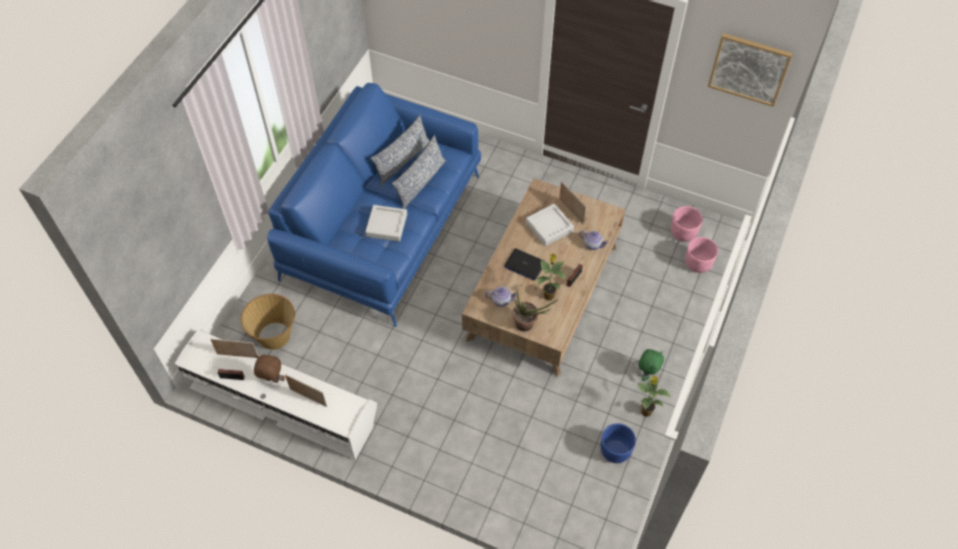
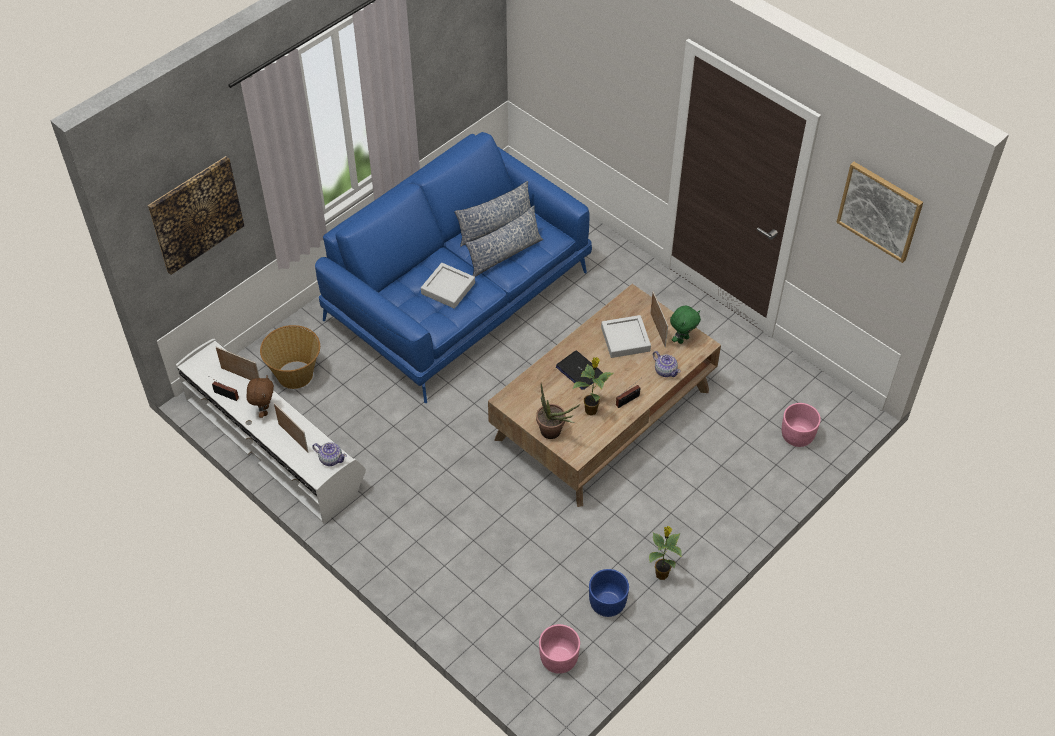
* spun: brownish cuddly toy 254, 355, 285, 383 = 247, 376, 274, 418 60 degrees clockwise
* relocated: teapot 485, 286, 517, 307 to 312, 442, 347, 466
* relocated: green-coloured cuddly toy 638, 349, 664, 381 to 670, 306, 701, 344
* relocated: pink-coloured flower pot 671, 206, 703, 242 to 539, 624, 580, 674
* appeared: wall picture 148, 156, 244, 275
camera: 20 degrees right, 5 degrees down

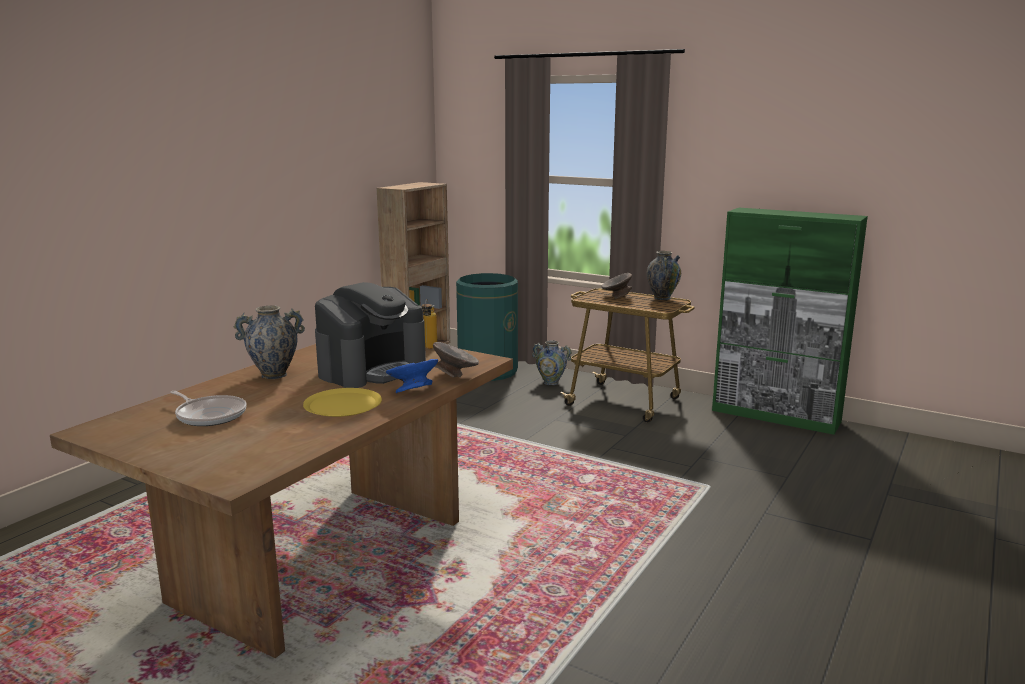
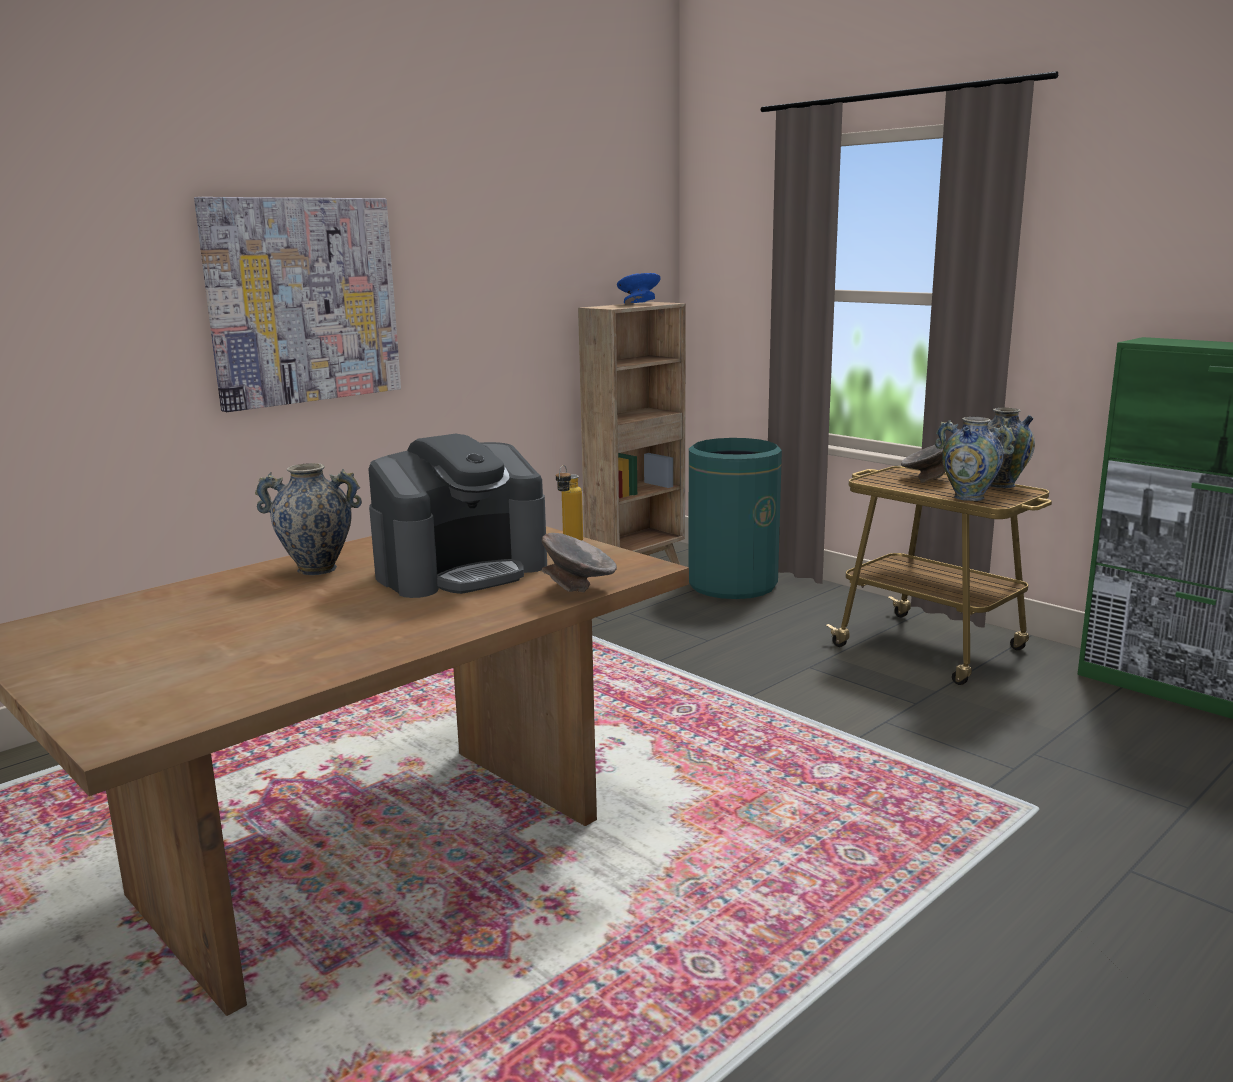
* missing: frying pan 170, 391, 247, 426
* missing: yellowish flat dish 303, 388, 382, 417
* relocated: bluish deep dish 386, 359, 438, 393 to 617, 273, 661, 304
* relocated: decorative vase 532, 341, 572, 385 to 935, 417, 1016, 501
* appeared: wall picture 194, 197, 401, 412
camera: 15 degrees right, 0 degrees up

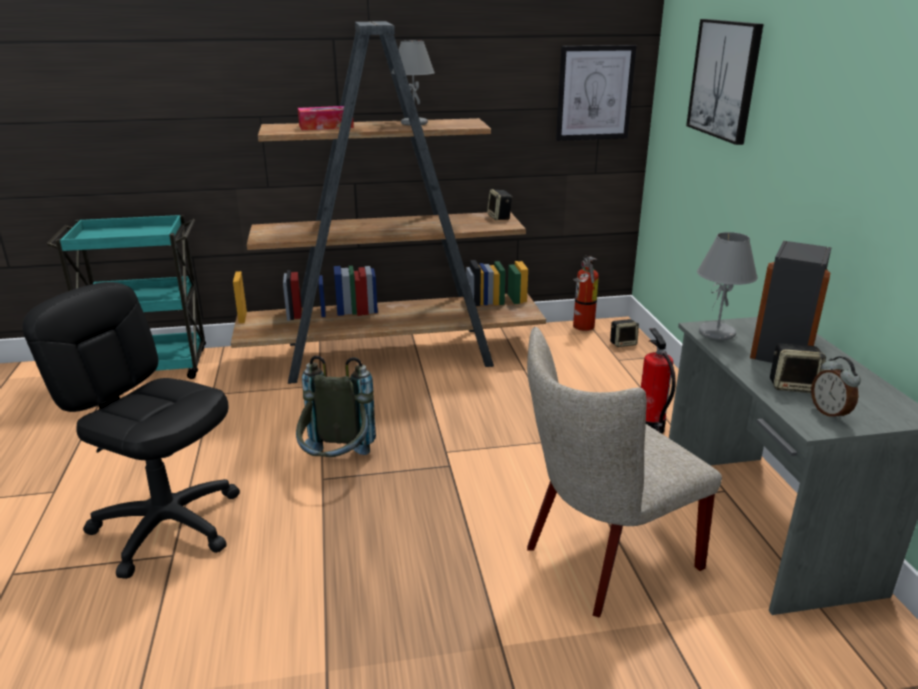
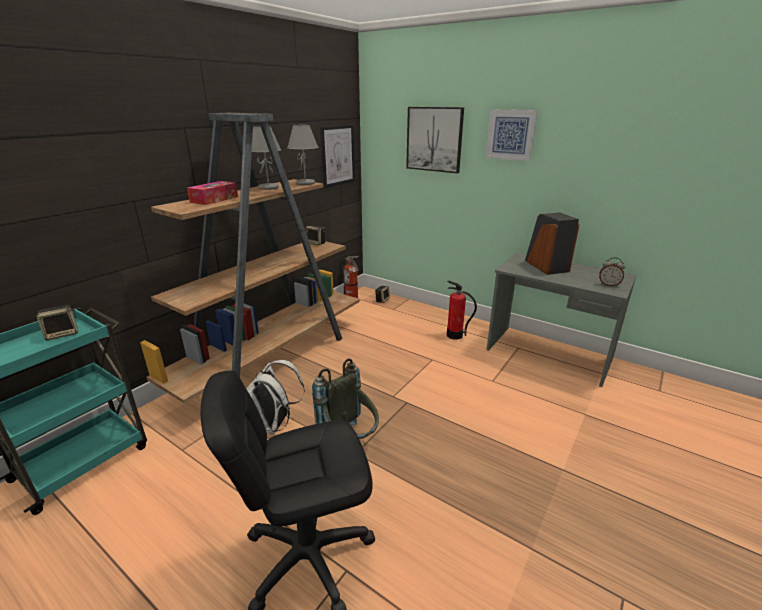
* missing: sand-coloured plain chair 527, 327, 722, 618
* relocated: greyish lamp for a table 697, 232, 758, 340 to 287, 125, 319, 185
* relocated: loudspeaker 770, 343, 826, 393 to 36, 305, 78, 340
* appeared: whitish backpack 246, 360, 305, 434
* appeared: wall picture 485, 109, 538, 161
camera: 45 degrees left, 0 degrees up

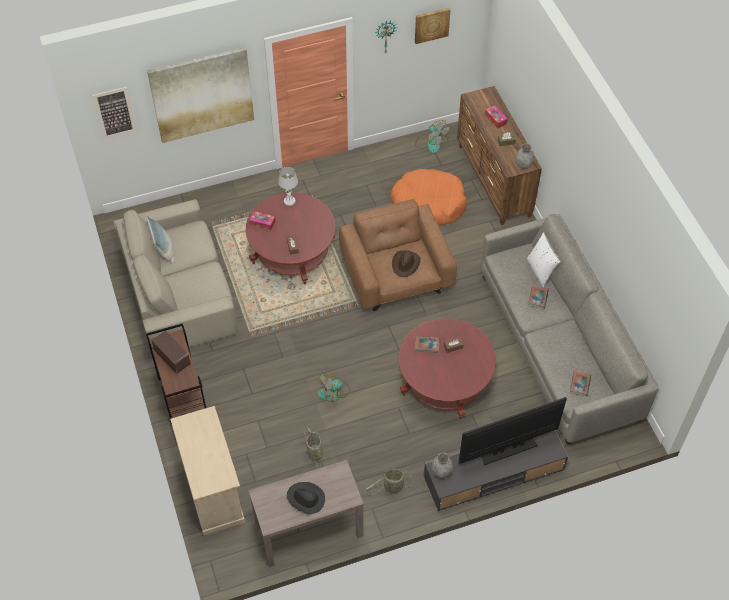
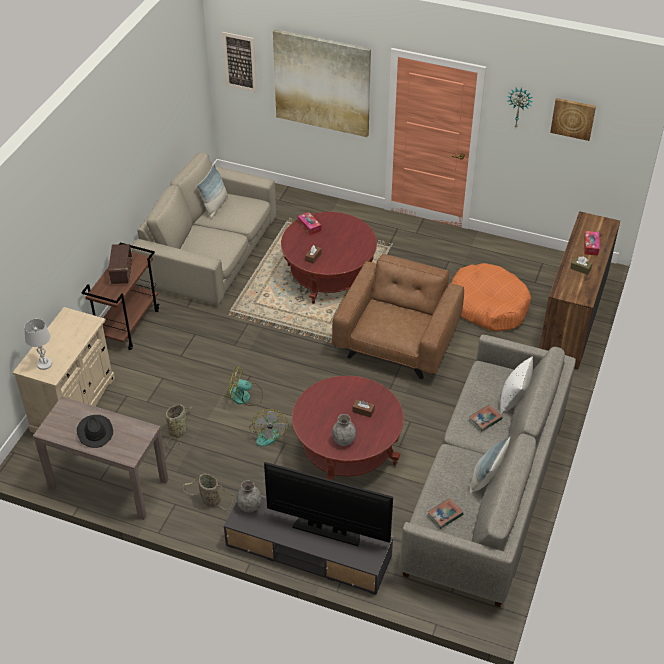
* relocated: whitish lamp for a table 278, 167, 298, 206 to 24, 319, 52, 370
* missing: brownish hat 392, 250, 421, 277
* relocated: fan 415, 120, 450, 153 to 249, 409, 288, 447
* missing: volume 415, 336, 439, 353
* relocated: greyish decorative vase 515, 143, 534, 169 to 332, 414, 356, 446
* appeared: throw pillow 469, 436, 510, 494
camera: 40 degrees right, 10 degrees down

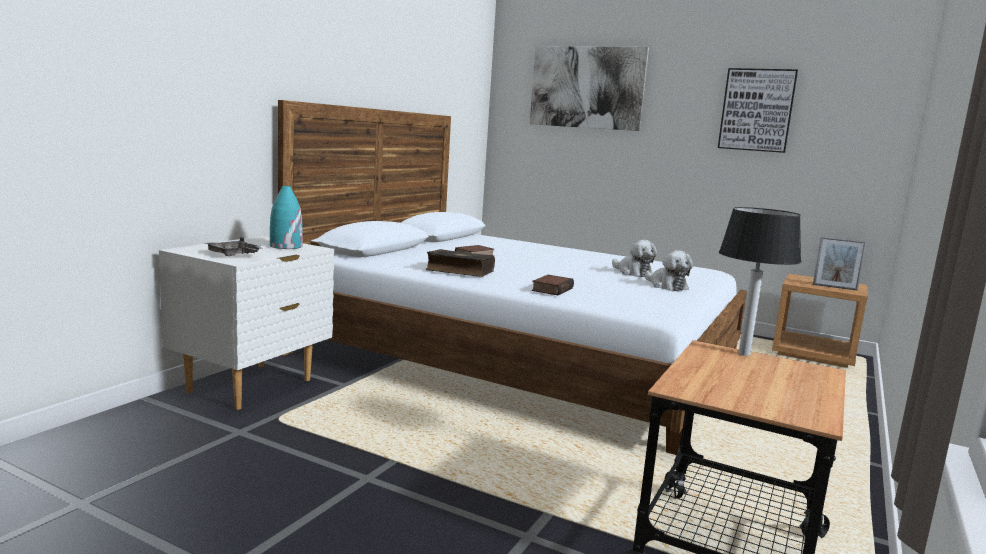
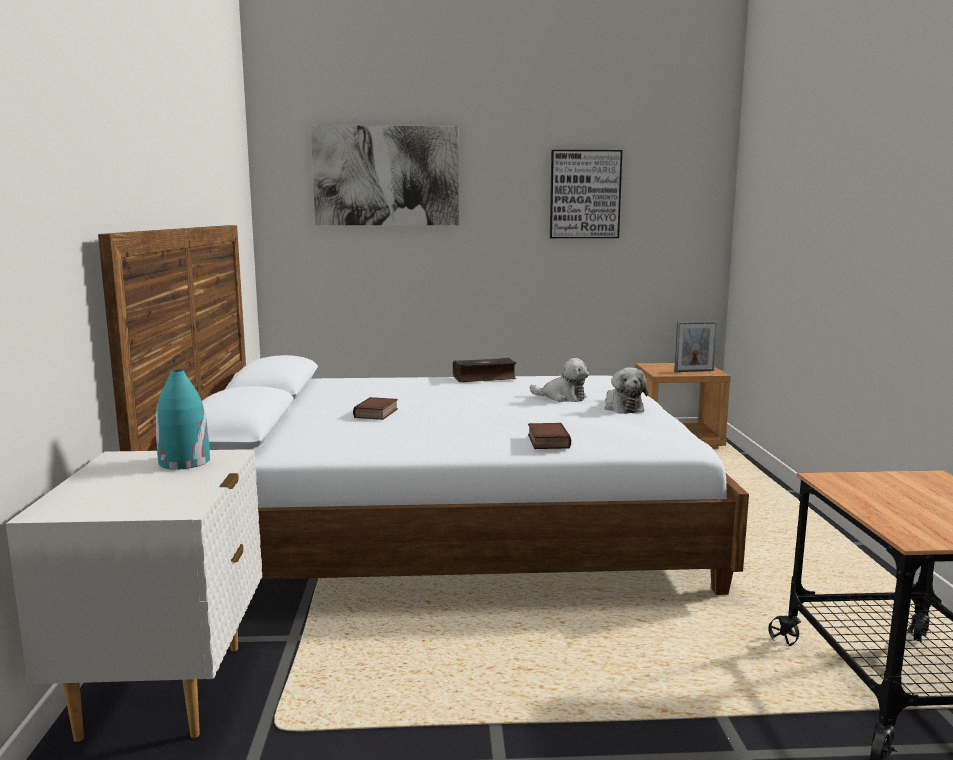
* missing: greyish serving tray 205, 237, 263, 256
* relocated: volume 426, 249, 495, 277 to 453, 358, 516, 382
* spun: cuddly toy 645, 250, 693, 291 = 605, 367, 648, 414 45 degrees clockwise
* missing: lamp for a table 719, 207, 801, 356
camera: 30 degrees left, 0 degrees up

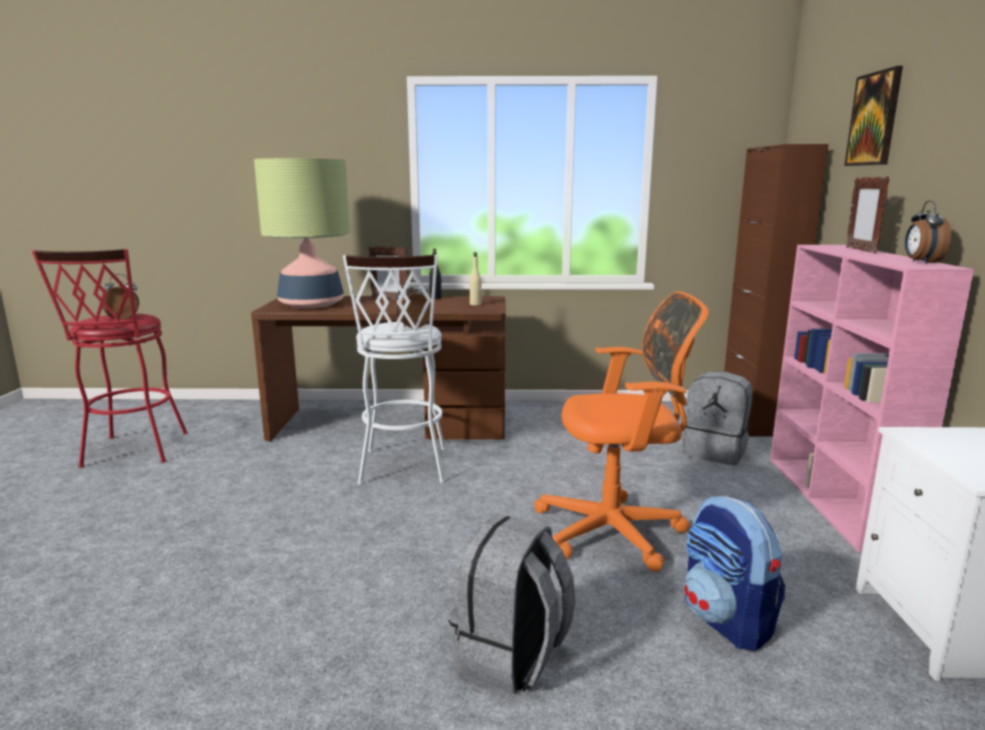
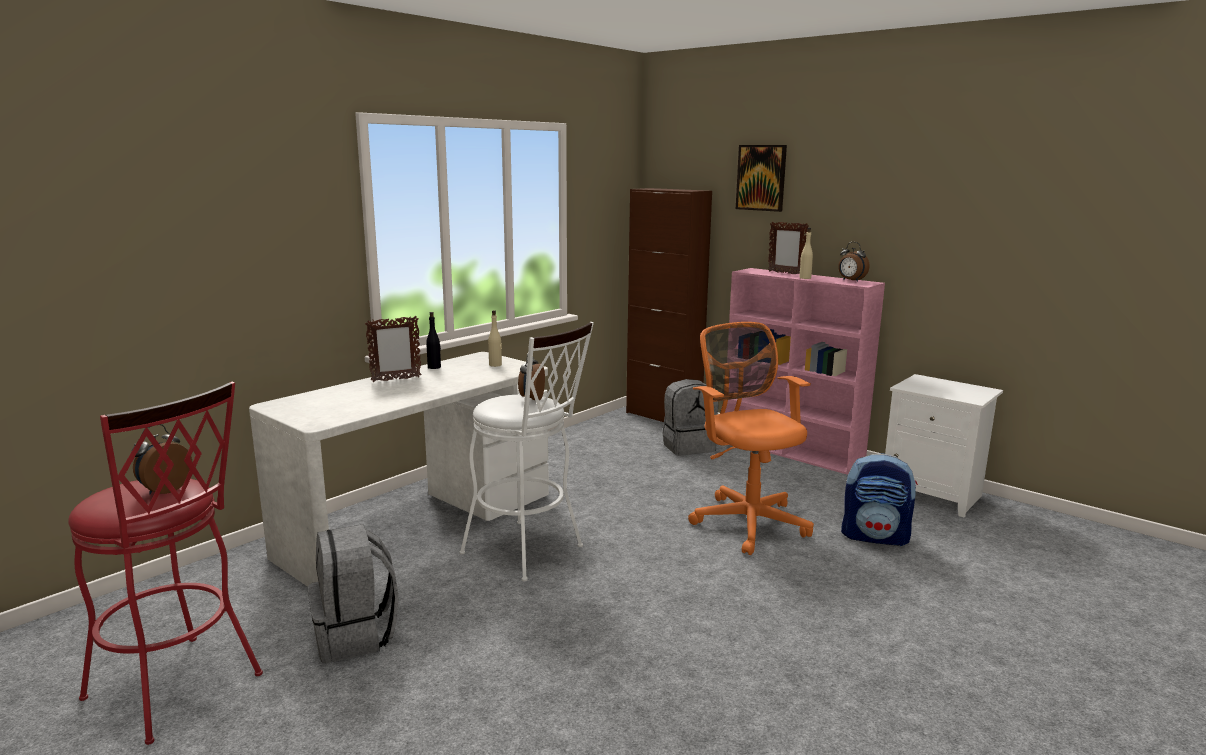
* colour: brownish desk table 251, 296, 506, 442 to whitish desk table 249, 352, 549, 587
* missing: lamp for a table 254, 158, 350, 309
* relocated: greyish backpack 448, 514, 576, 694 to 308, 524, 399, 663
* spun: orange-coloured office chair 534, 291, 709, 571 = 688, 322, 814, 555 60 degrees counterclockwise
* appeared: sand-coloured drink bottle 799, 228, 813, 279
camera: 50 degrees left, 0 degrees up

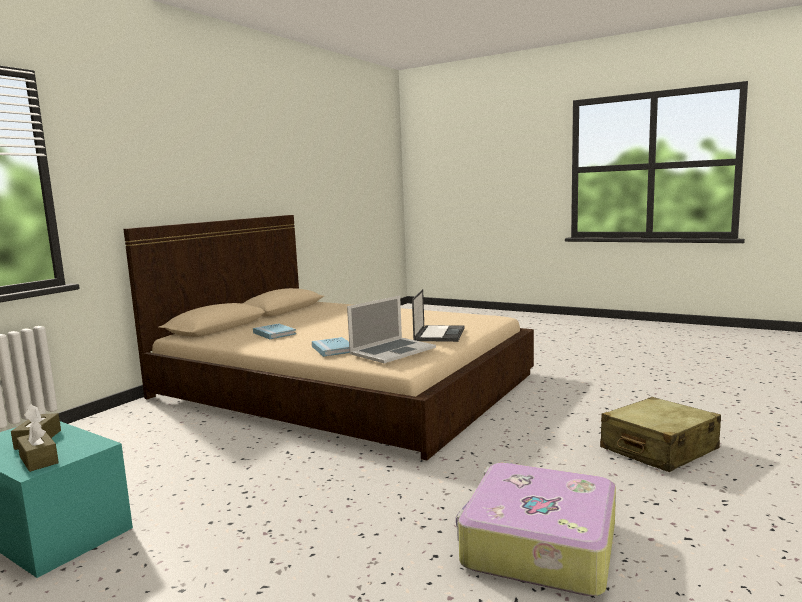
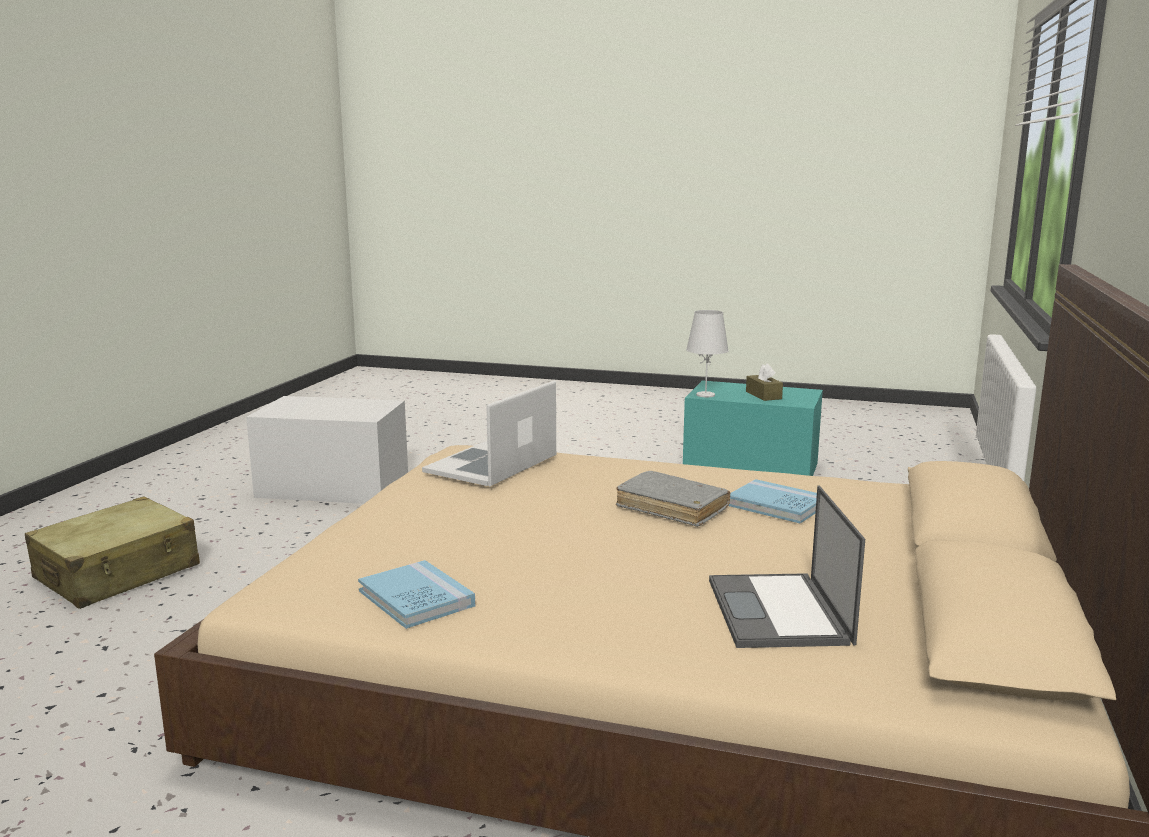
* missing: brownish tissue box 17, 421, 59, 472
* relocated: bluish volume 312, 337, 350, 357 to 358, 560, 475, 629
* relocated: laptop 412, 289, 465, 342 to 709, 485, 865, 648
* exchanged: suitcase 456, 463, 616, 596 to whitish storage bin 246, 396, 408, 504
* appeared: greyish volume 616, 471, 730, 527
* appeared: whitish lamp for a table 686, 310, 729, 397
camera: 165 degrees right, 5 degrees up

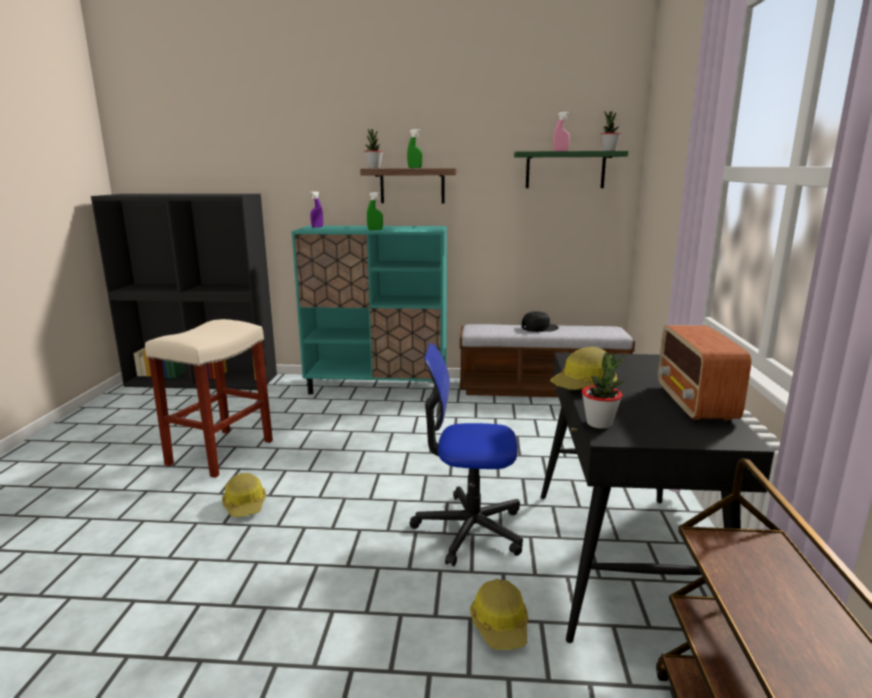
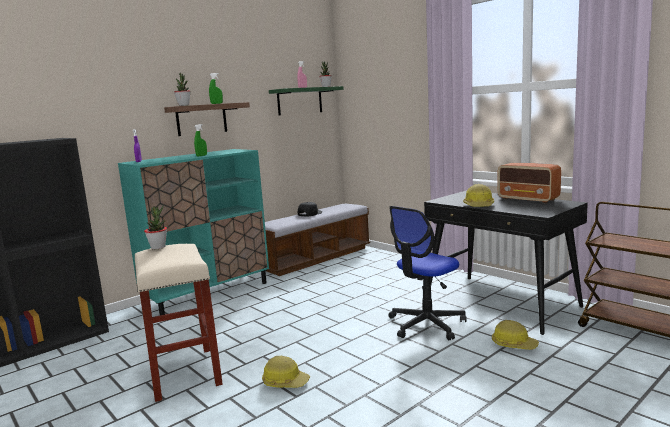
* relocated: potted plant 582, 352, 625, 429 to 144, 205, 167, 249
camera: 45 degrees left, 5 degrees down

